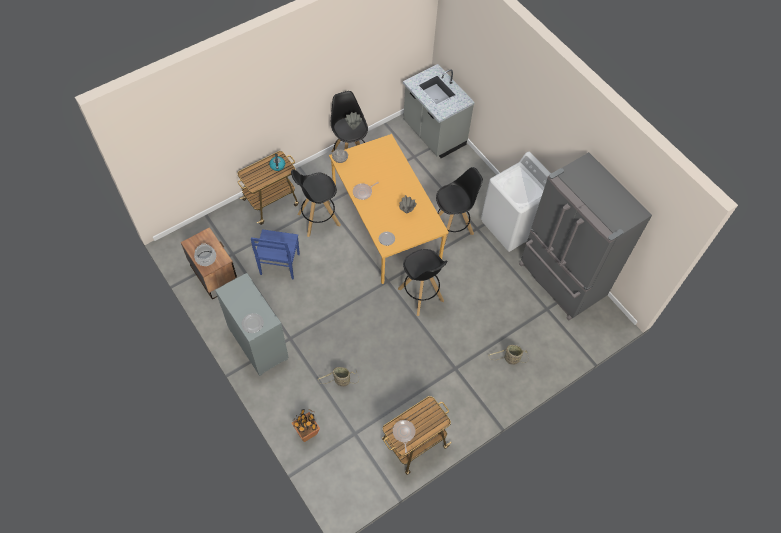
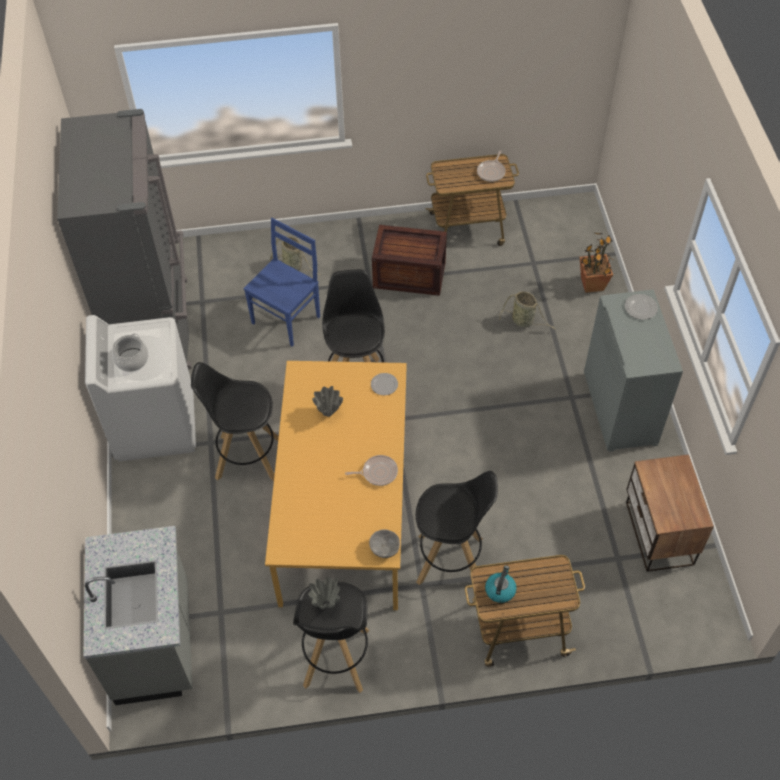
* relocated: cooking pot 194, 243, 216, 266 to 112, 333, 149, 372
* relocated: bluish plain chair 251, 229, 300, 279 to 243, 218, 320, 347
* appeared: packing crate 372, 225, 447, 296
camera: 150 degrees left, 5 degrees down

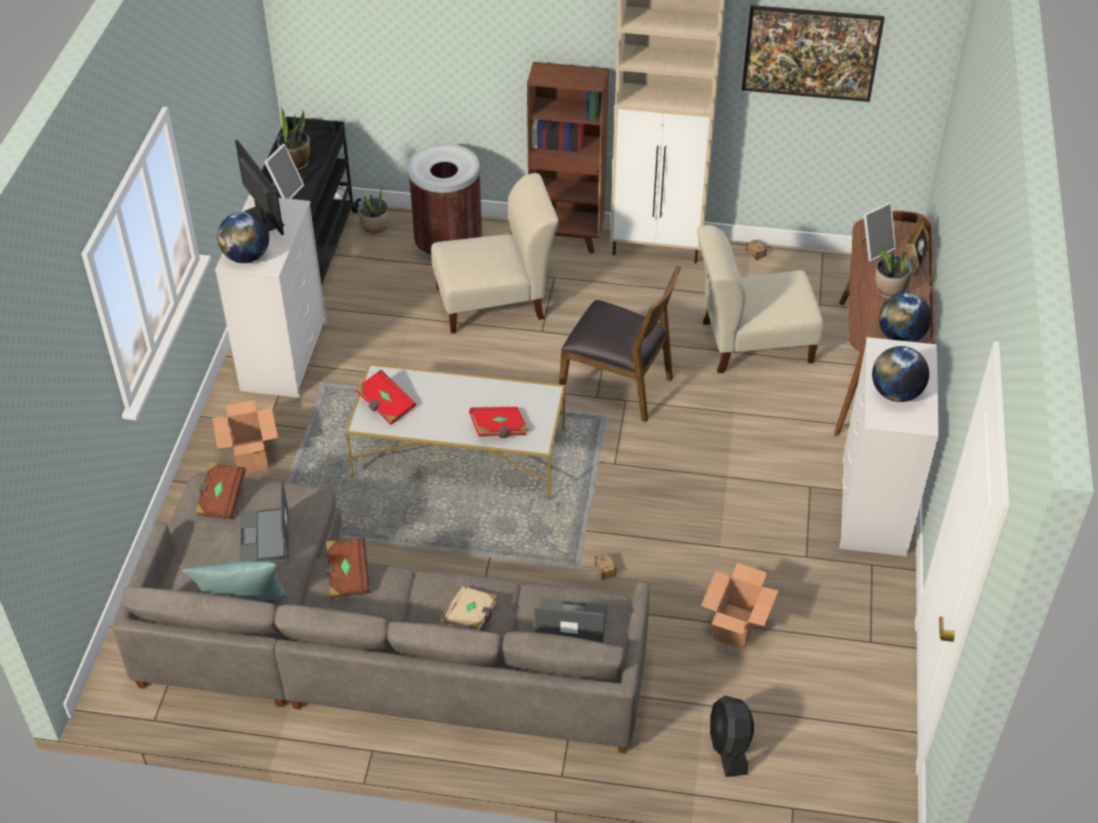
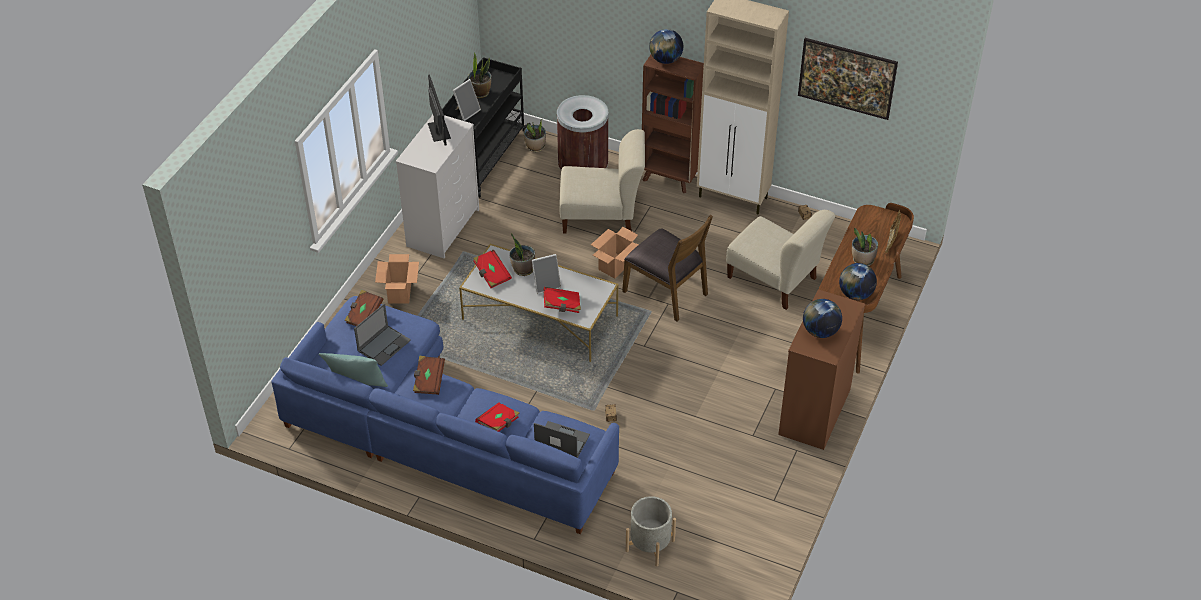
* colour: greyish settee 112, 473, 650, 753 to bluish settee 271, 296, 619, 534
* relocated: world globe 217, 212, 269, 263 to 649, 29, 683, 64
* spun: laptop 240, 477, 289, 562 = 354, 303, 411, 366 150 degrees counterclockwise
* colour: sand-coloured volume 440, 586, 498, 630 to red-coloured volume 475, 403, 520, 432
* spun: sand-coloured plain chair 697, 225, 823, 373 = 726, 210, 836, 310 150 degrees counterclockwise
* relocated: carton 701, 563, 778, 649 to 591, 227, 638, 279
* exchanged: black fan 710, 695, 754, 777 to greyish flower pot 626, 496, 676, 567
* colour: whitish chest of drawers 839, 337, 939, 557 to brownish chest of drawers 778, 289, 865, 450
* relocated: picture frame 858, 202, 896, 262 to 532, 254, 561, 294
* appeared: potted plant 509, 233, 535, 276
camera: 15 degrees right, 0 degrees up

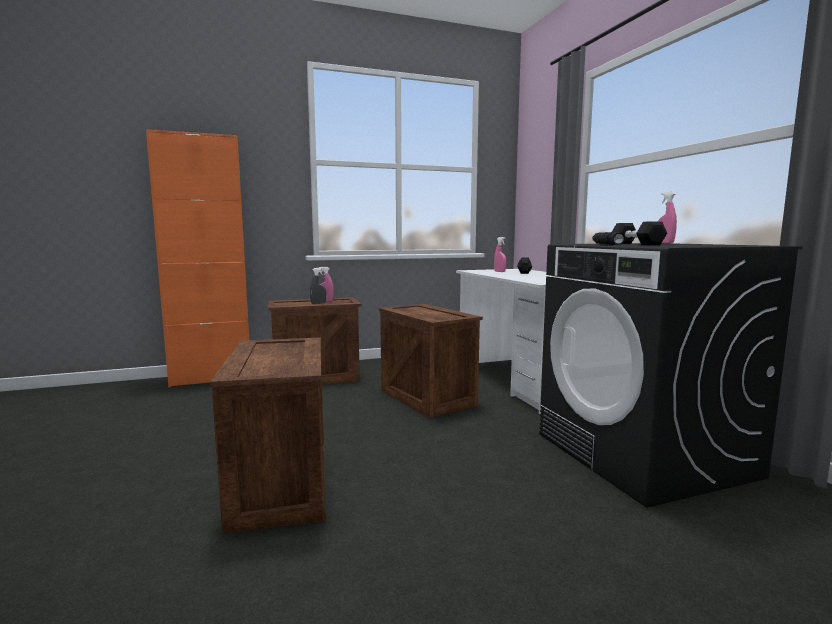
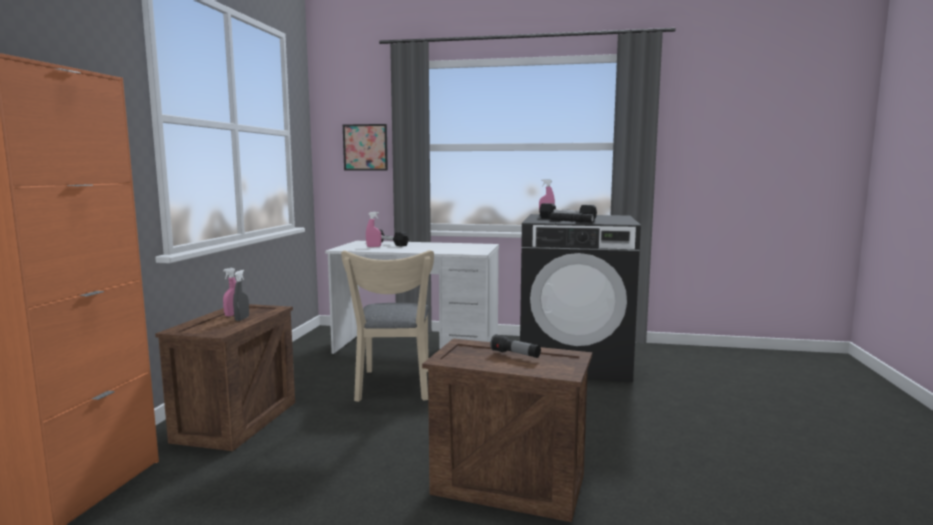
* exchanged: packing crate 379, 304, 483, 418 to sand-coloured plain chair 341, 250, 434, 402
* appeared: wall picture 343, 124, 388, 170
* appeared: hand torch 490, 334, 541, 358
camera: 60 degrees left, 0 degrees up

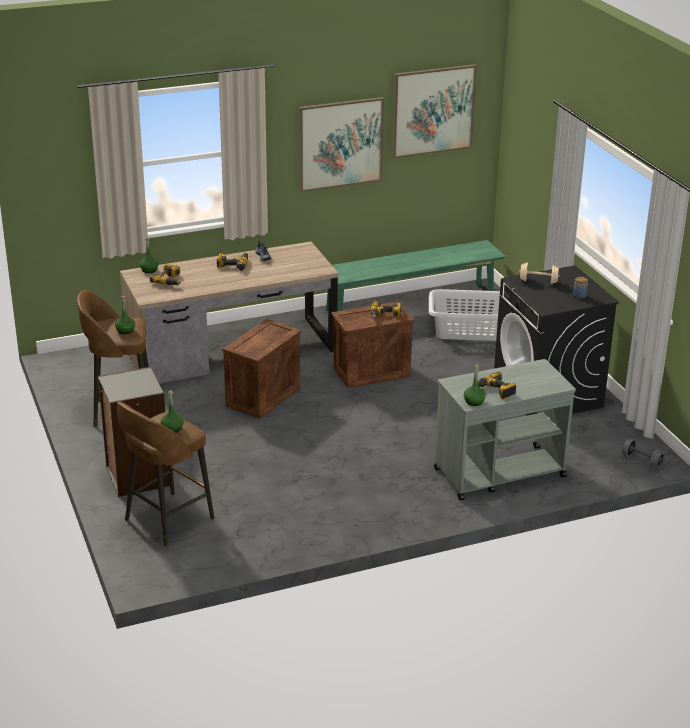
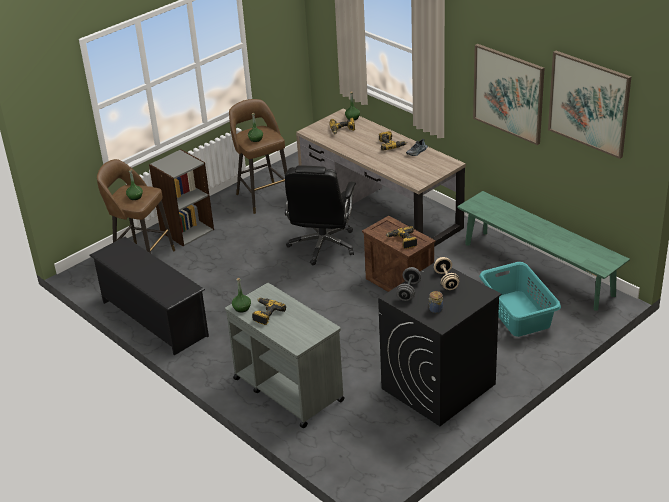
* exchanged: packing crate 222, 319, 302, 419 to black office chair 285, 165, 356, 265
* colour: greyish washing basket 429, 289, 500, 341 to blue-green washing basket 479, 262, 561, 337
* relocated: greyish hand weight 622, 439, 664, 468 to 396, 267, 421, 301
* appeared: black shoe shelf 89, 237, 209, 355
camera: 70 degrees right, 5 degrees up

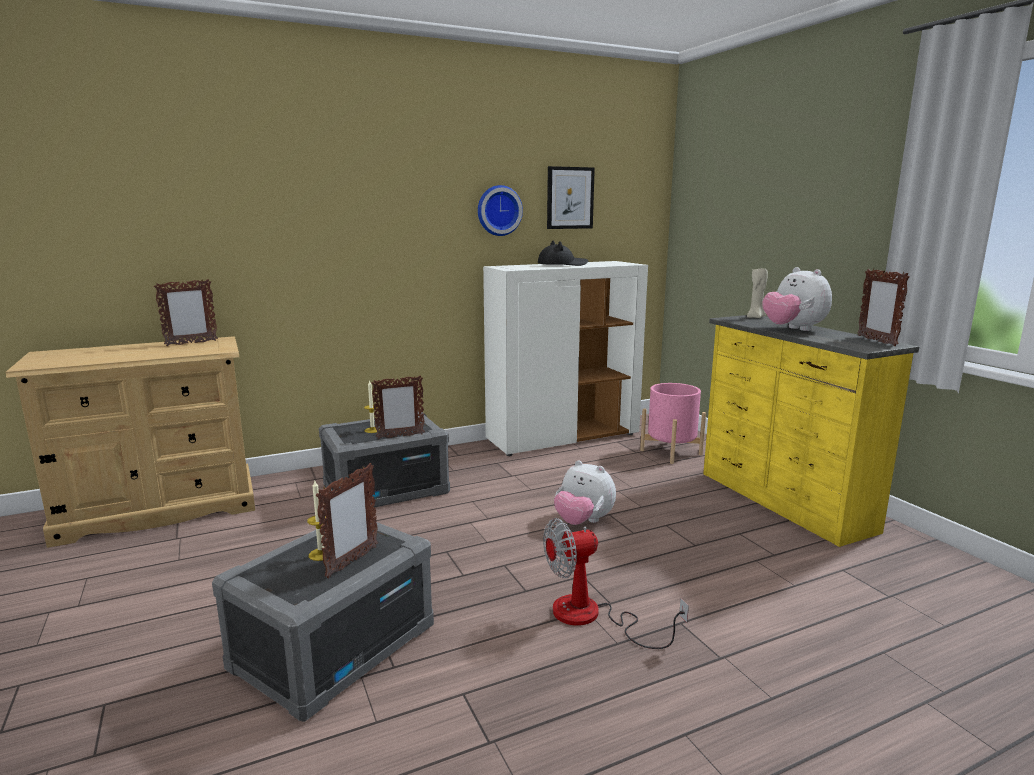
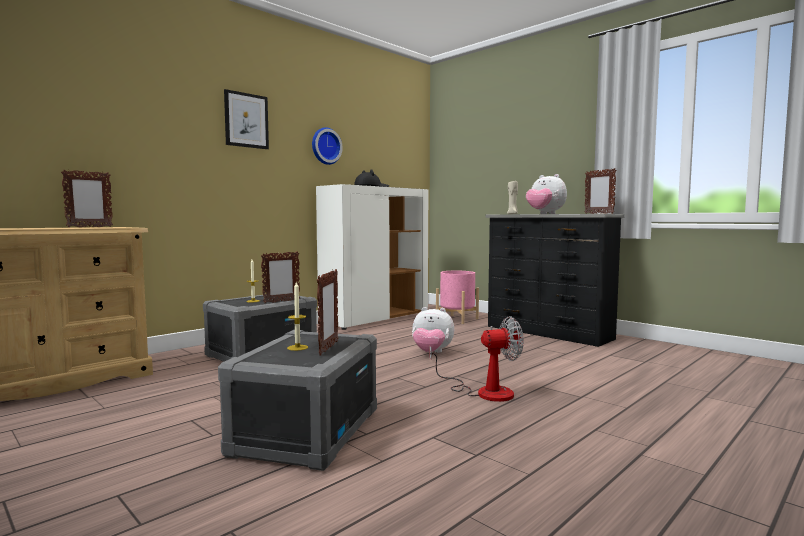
* spun: fan 543, 518, 689, 649 = 429, 316, 524, 402 150 degrees counterclockwise
* relocated: wall picture 547, 166, 595, 229 to 224, 89, 269, 149
* colour: yellowish chest of drawers 703, 315, 919, 547 to black chest of drawers 486, 214, 624, 347
camera: 20 degrees left, 10 degrees down

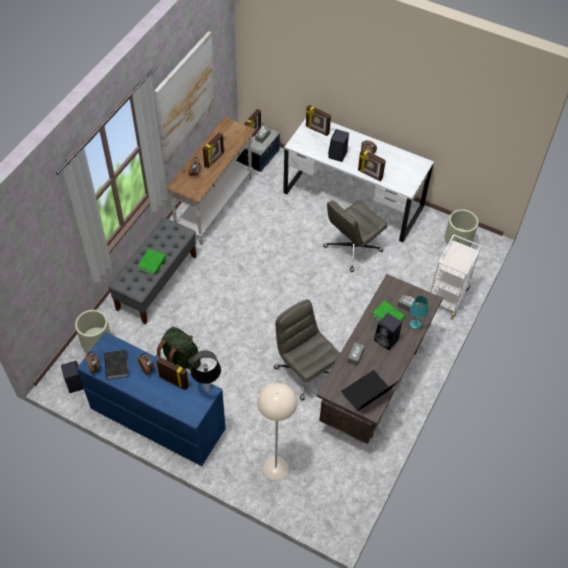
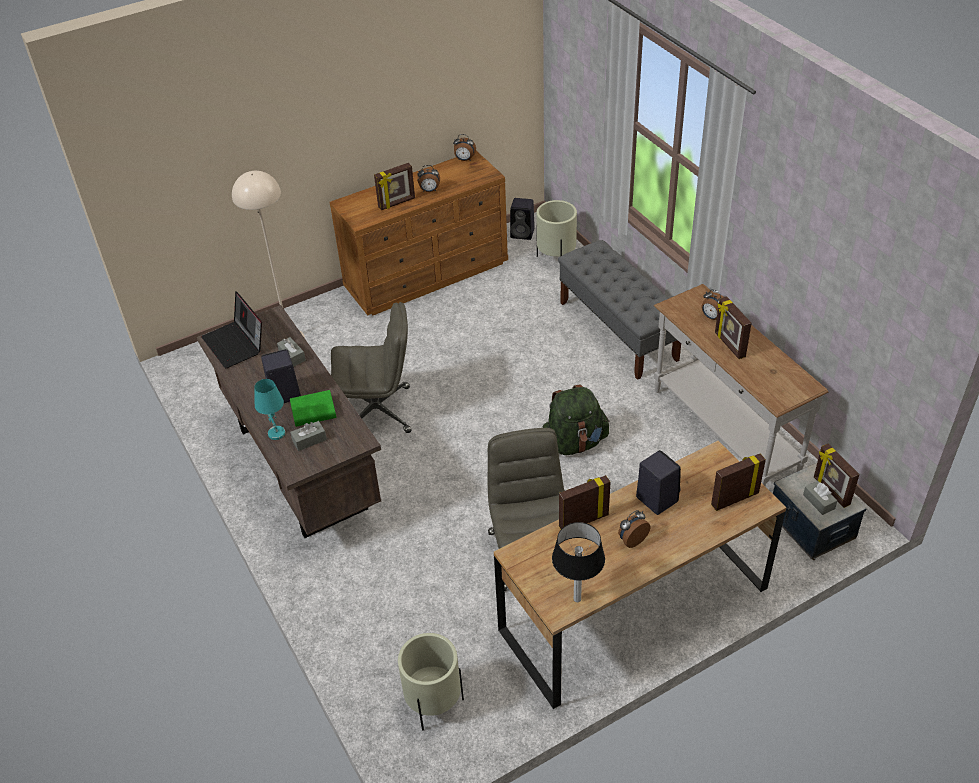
* colour: bluish chest of drawers 77, 332, 226, 466 to brownish chest of drawers 329, 151, 508, 315
* missing: black volume 104, 350, 129, 380
* missing: green-coloured volume 137, 249, 166, 276
* missing: wall picture 154, 31, 216, 164
* relocated: green-coloured backpack 156, 327, 201, 371 to 542, 384, 610, 455
* relocated: lamp for a table 191, 350, 221, 392 to 552, 522, 605, 602
* colour: whitish desk table 283, 118, 434, 242 to brownish desk table 494, 441, 787, 709
* spun: laptop 341, 370, 398, 411 = 201, 291, 262, 368 150 degrees clockwise
* missing: whitish wheeled cart 430, 234, 481, 320
camera: 125 degrees right, 10 degrees down

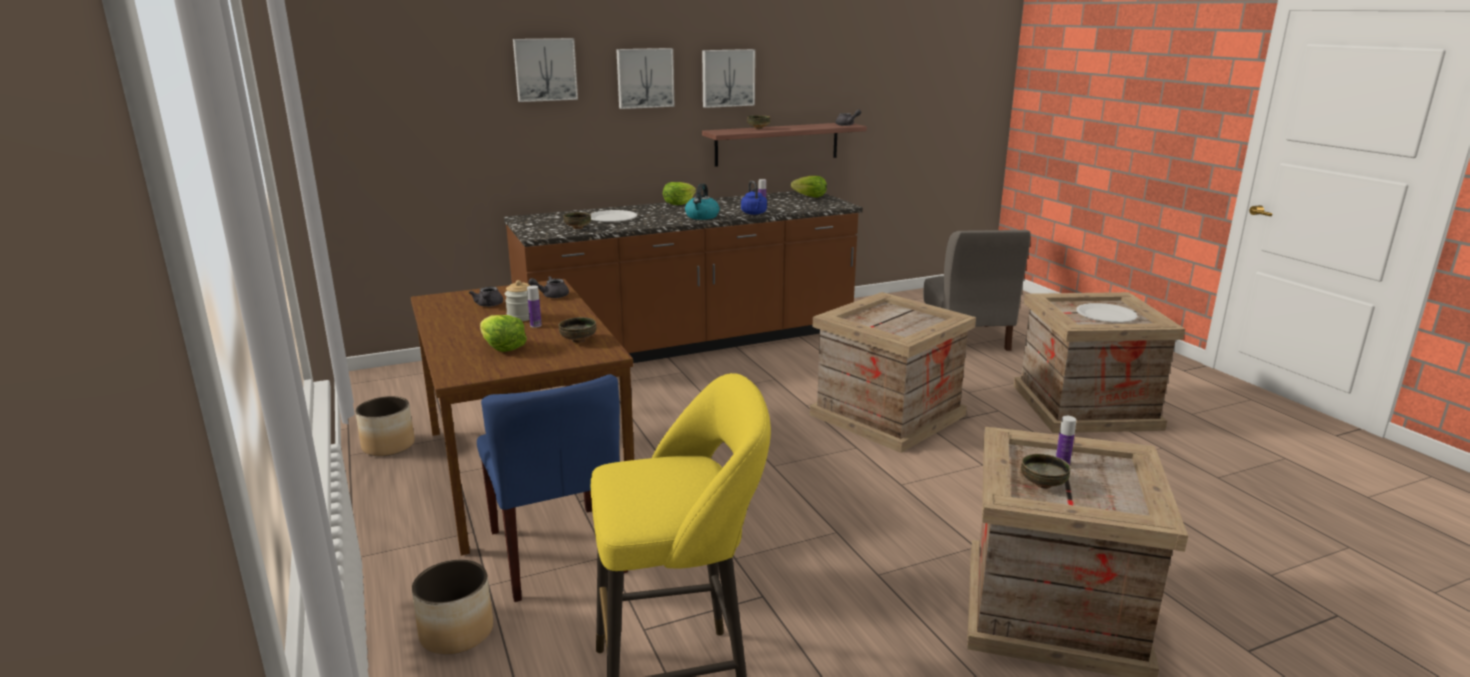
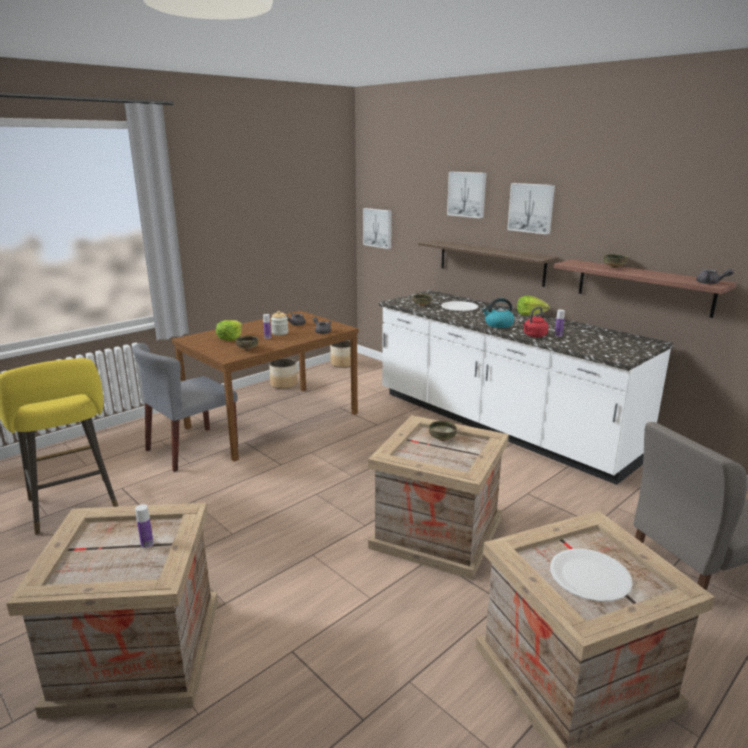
* relocated: flower pot 412, 560, 493, 654 to 330, 340, 351, 368
* colour: bluish plain chair 477, 374, 628, 602 to greyish plain chair 132, 343, 238, 472
* colour: brownish kitchen counter 504, 191, 863, 363 to whitish kitchen counter 379, 290, 673, 485
* relocated: wall picture 702, 49, 755, 108 to 363, 208, 392, 249
* colour: bluish kettle 741, 181, 767, 215 to red-coloured kettle 523, 307, 548, 337
* missing: lettuce 791, 176, 827, 198
* relocated: deep dish 1021, 454, 1071, 489 to 429, 421, 457, 441
* appeared: shelf 418, 240, 559, 287
camera: 70 degrees right, 0 degrees up

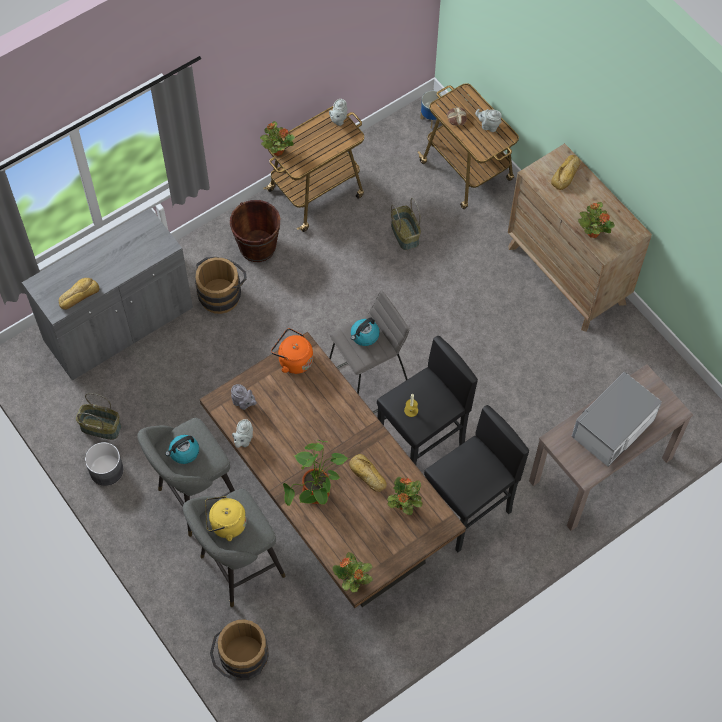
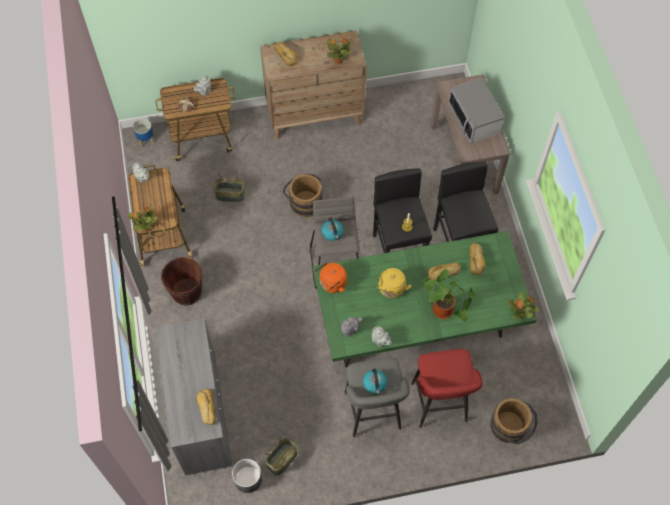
* relocated: greyish flower pot 85, 442, 124, 486 to 232, 459, 262, 493
* colour: greyish sitting stool 183, 489, 285, 607 to red-coloured sitting stool 411, 349, 483, 428
* relocated: brownish water bucket 195, 257, 247, 314 to 283, 174, 323, 217
* colour: brownish dinner table 199, 332, 466, 608 to green-coloured dinner table 313, 231, 537, 367
* relocated: yellowish kettle 205, 496, 247, 541 to 376, 268, 412, 298
* exchanged: potted plant 387, 477, 423, 515 to bakery bread 470, 243, 485, 275
camera: 65 degrees left, 0 degrees up

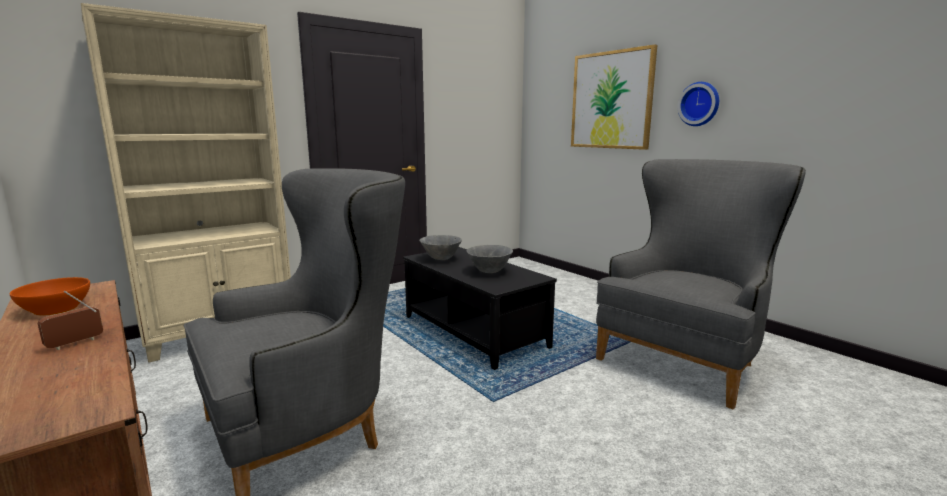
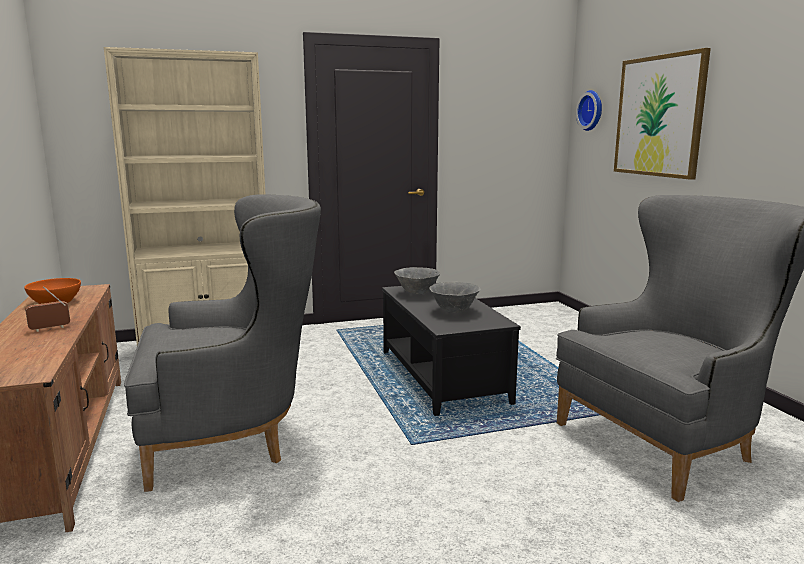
* relocated: wall clock 677, 82, 719, 126 to 576, 90, 602, 131
camera: 20 degrees right, 0 degrees up

